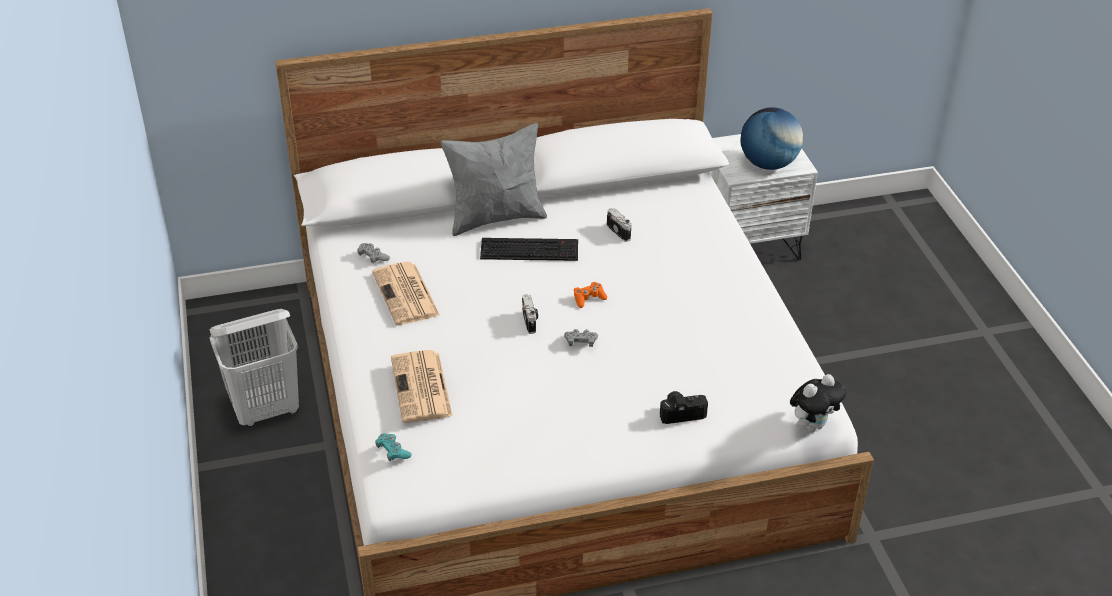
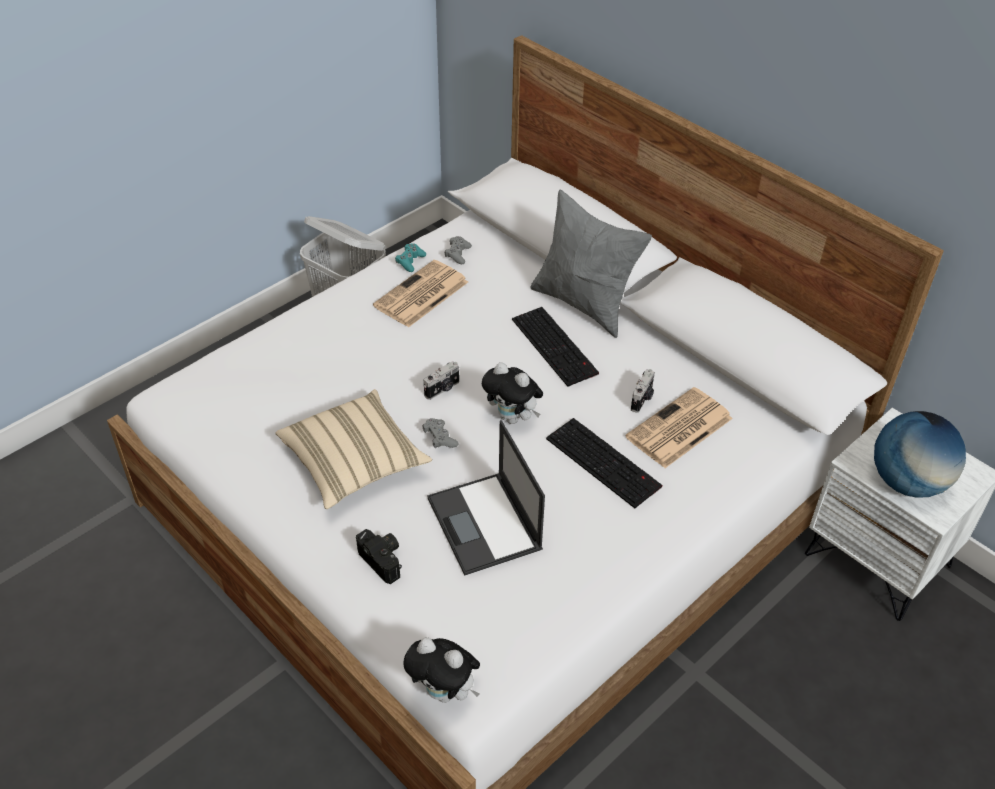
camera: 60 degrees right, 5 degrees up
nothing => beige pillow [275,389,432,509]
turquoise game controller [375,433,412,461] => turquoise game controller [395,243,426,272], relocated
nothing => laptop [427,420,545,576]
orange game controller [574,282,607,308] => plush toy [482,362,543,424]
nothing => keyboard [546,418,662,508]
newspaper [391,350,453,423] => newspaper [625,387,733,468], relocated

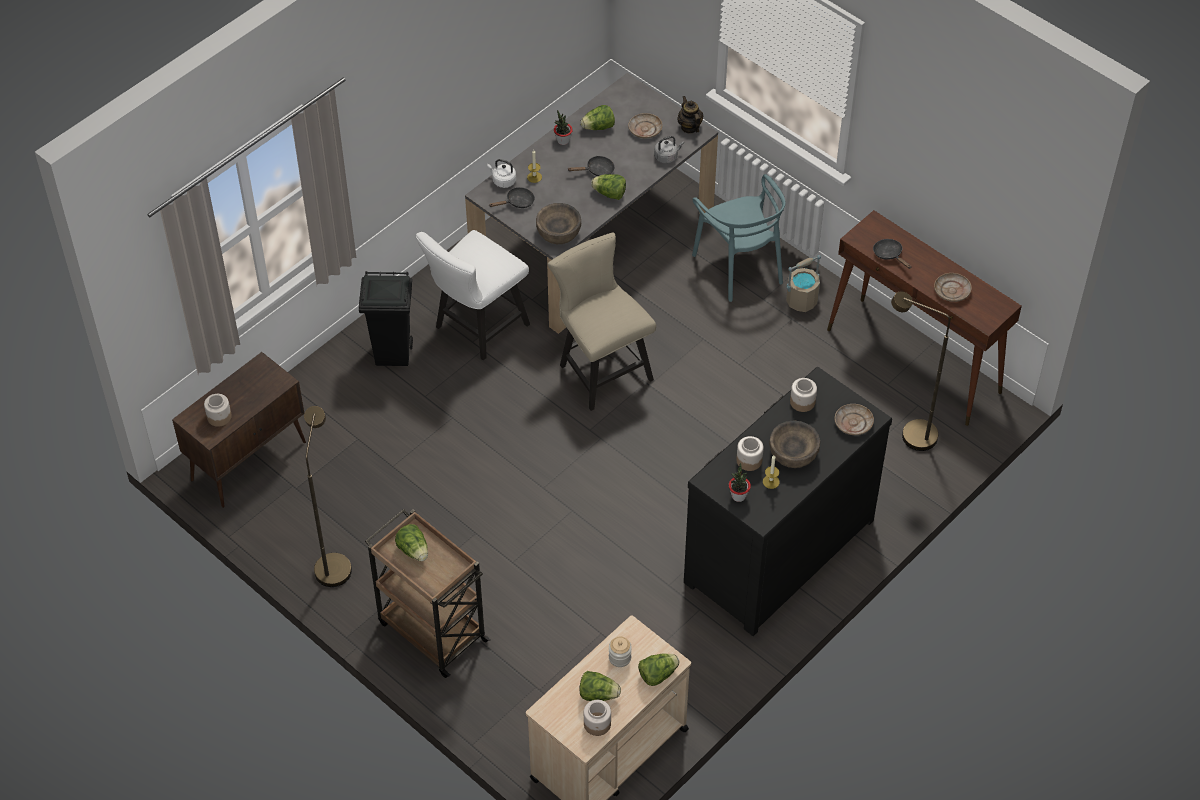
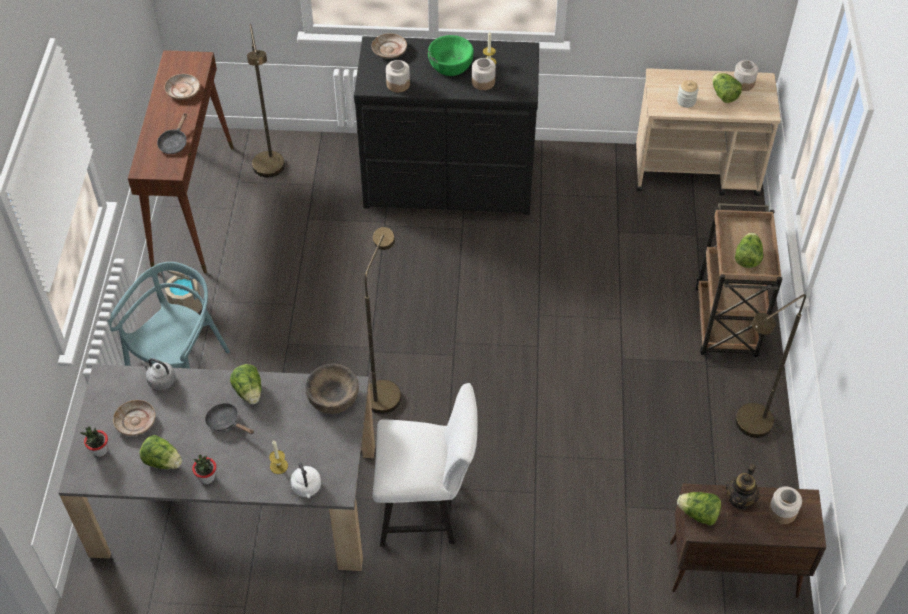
camera: 130 degrees left, 0 degrees up
potted plant [729,463,751,502] => potted plant [81,426,108,457], relocated
beige chair [548,233,656,411] => brown floor lamp [365,227,401,414]
brown bowl [769,420,820,468] => green bowl [428,35,474,76]
lettuce [638,653,680,686] => lettuce [677,492,721,526], relocated
teapot [677,96,703,133] => teapot [726,464,760,509], relocated
black trash can [359,272,413,366] => nothing
black frying pan [489,187,535,208] => nothing

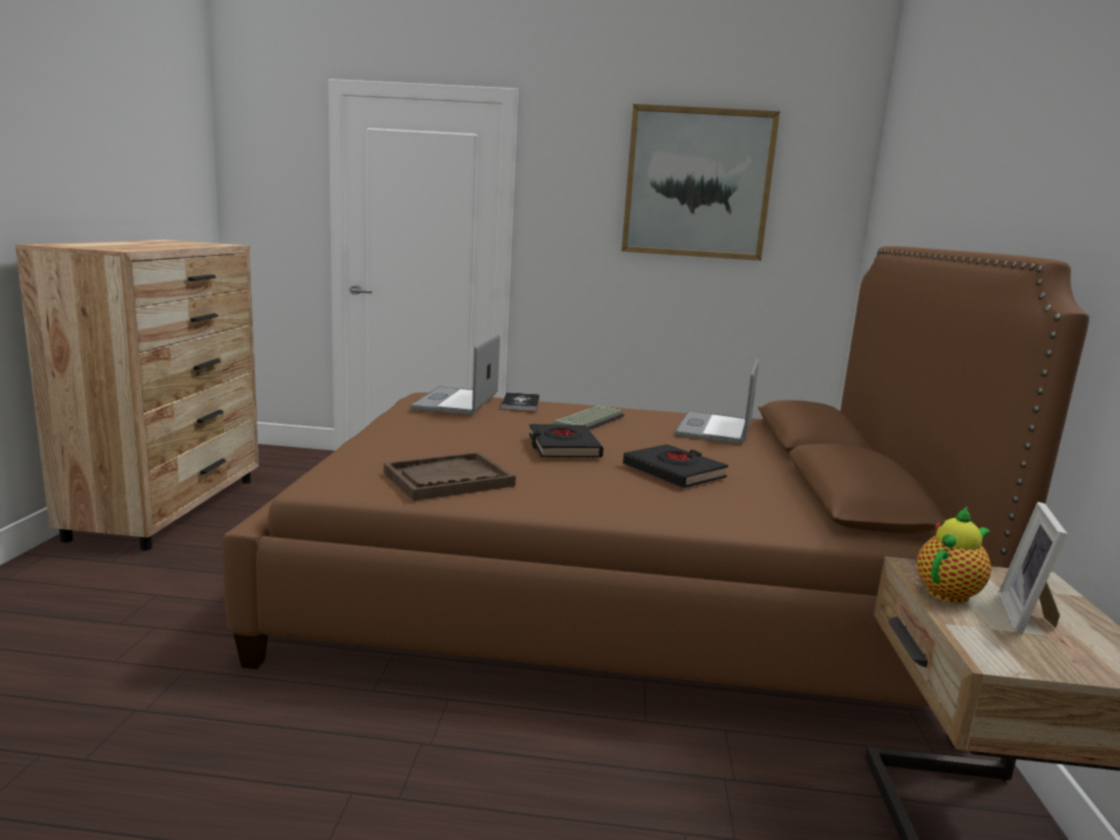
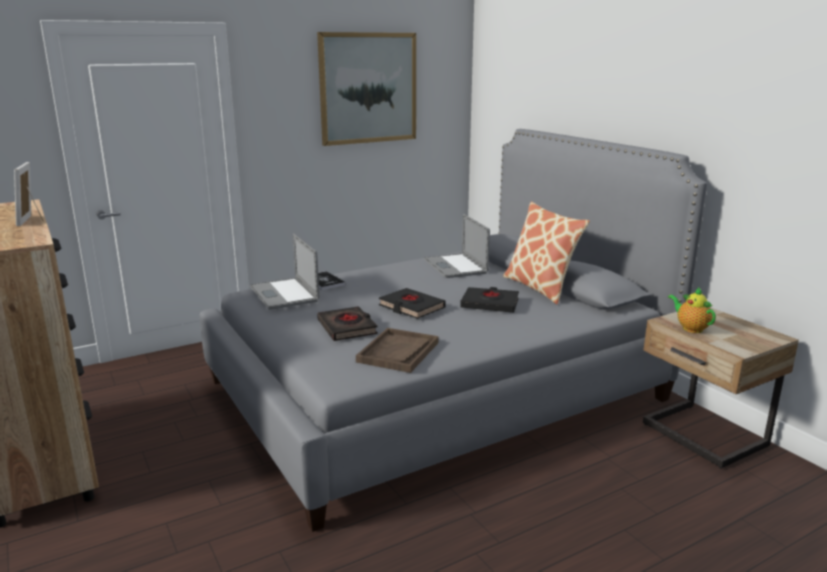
camera: 35 degrees left, 5 degrees up
picture frame [998,502,1068,634] => picture frame [14,162,43,226], relocated
brown bed [222,246,1089,748] => grey bed [199,129,708,532]
nothing => black book [317,306,378,341]
nothing => pillow [503,202,590,305]
teapot [917,506,991,603] => teapot [668,287,716,333], 45 degrees counterclockwise
keyboard [553,405,624,430] => nothing

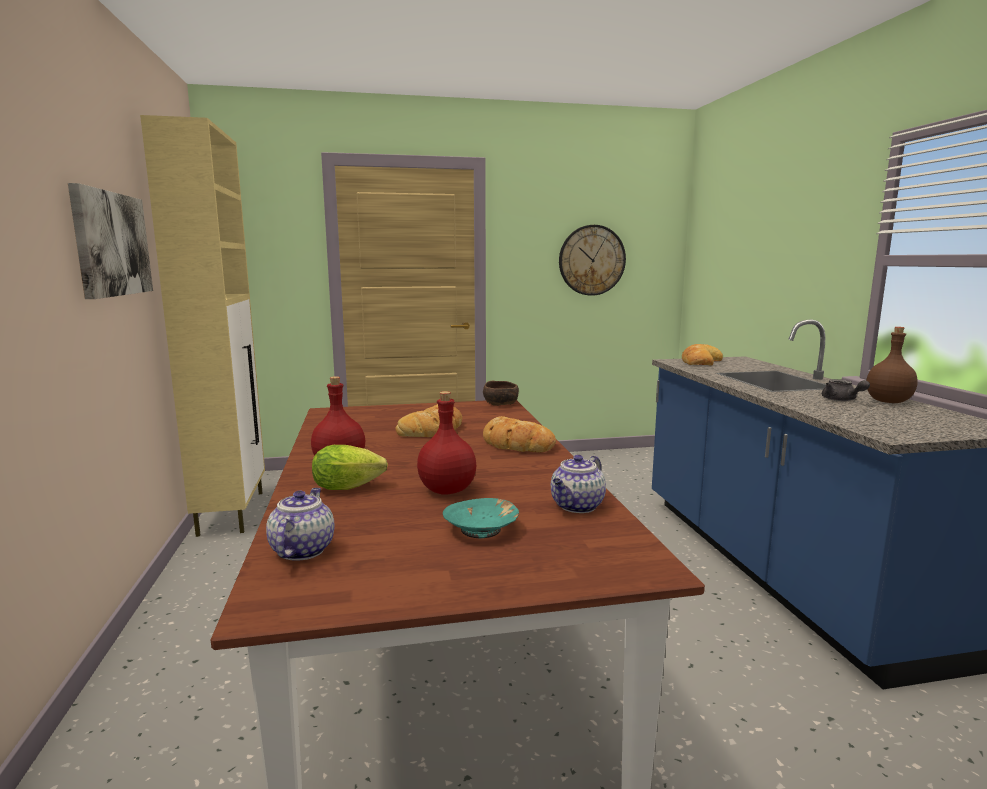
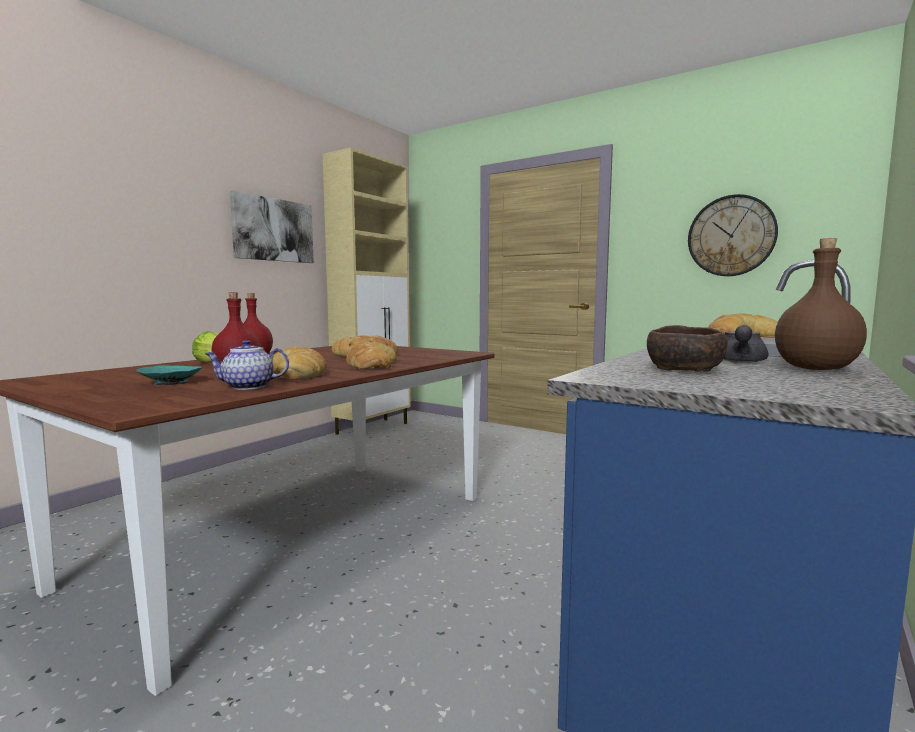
camera: 45 degrees right, 5 degrees down
nothing => bread [273,346,327,380]
brown bowl [483,381,519,406] => brown bowl [647,325,728,372], relocated
teapot [266,488,335,561] => nothing

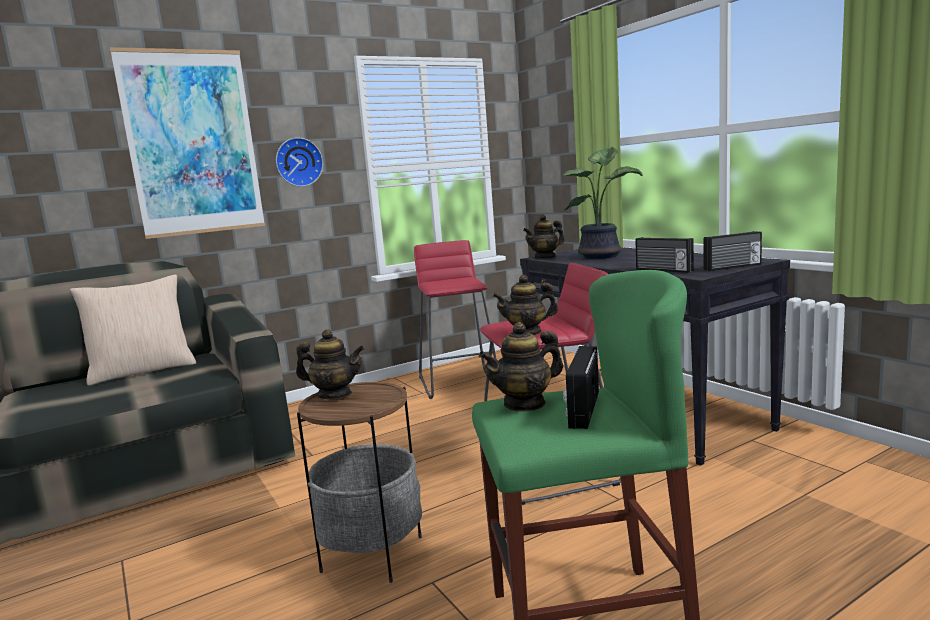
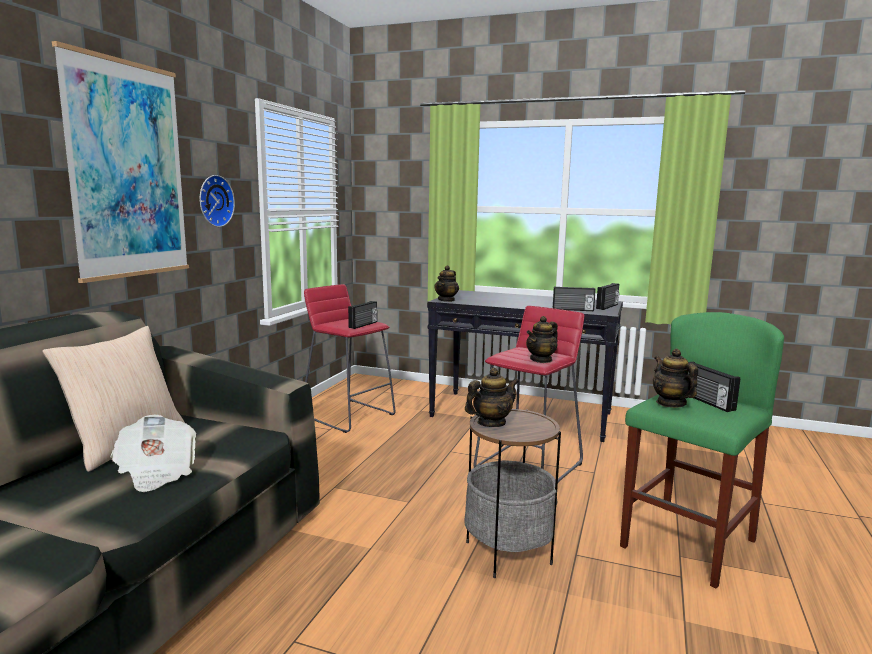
camera: 40 degrees left, 0 degrees up
nothing => newspaper [110,415,196,492]
nothing => radio [348,301,377,329]
teapot [479,322,563,412] => teapot [653,349,698,408], 135 degrees clockwise
potted plant [564,147,643,259] => nothing

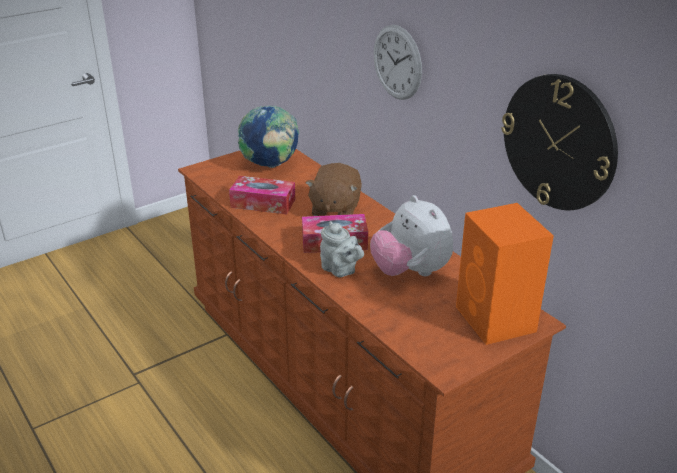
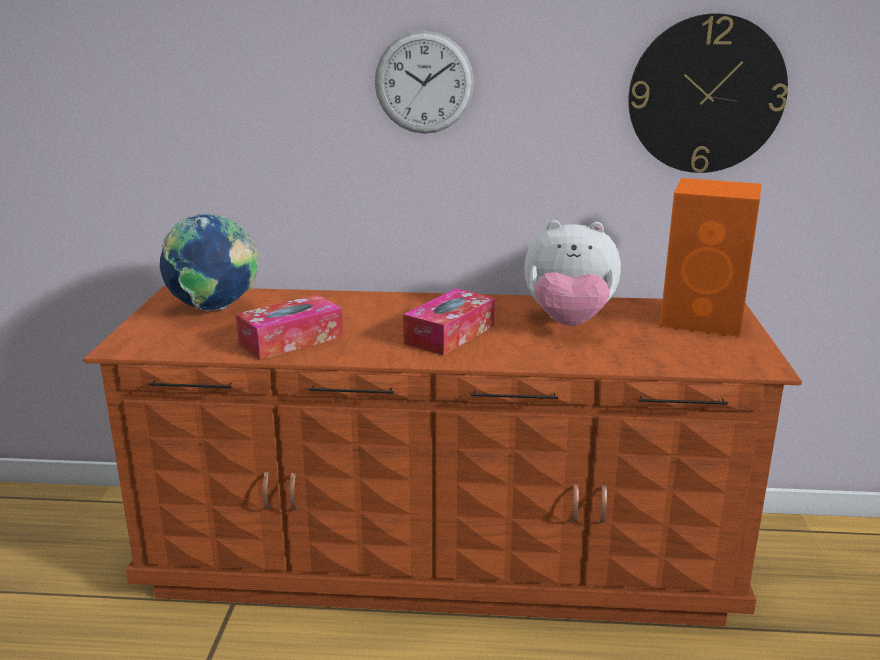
camera: 50 degrees left, 10 degrees down
brown plush toy [305,163,362,216] => nothing
grey teapot [320,221,364,277] => nothing

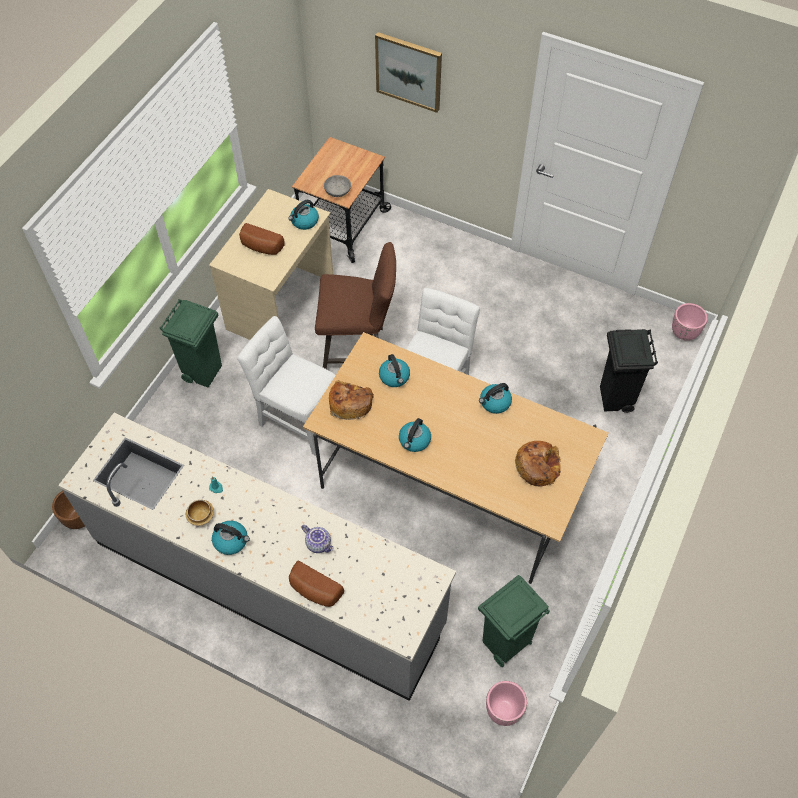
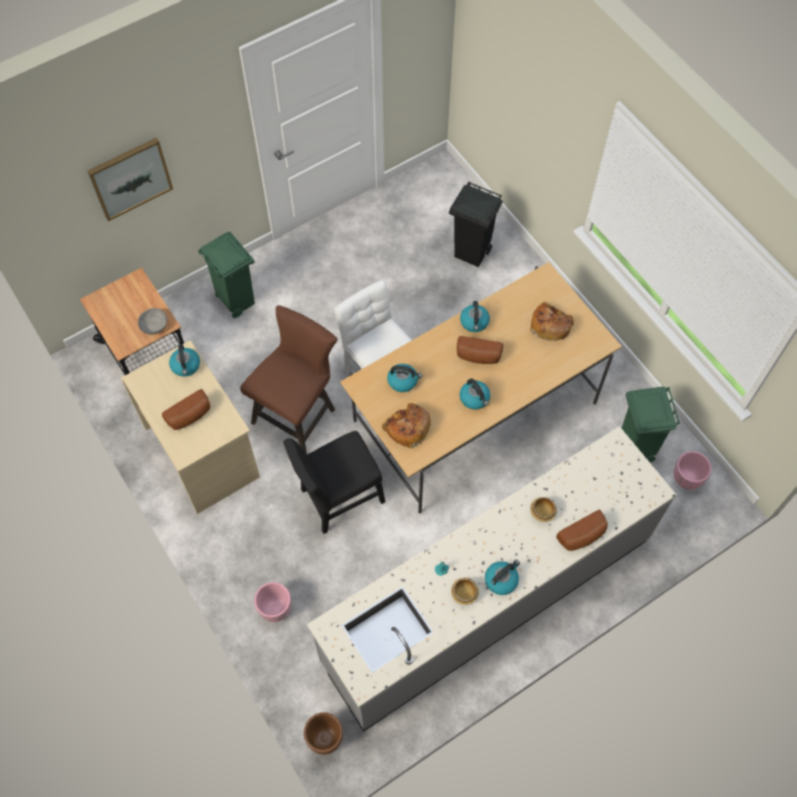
camera: 60 degrees left, 5 degrees up
green trash can [160,299,222,388] => green trash can [198,232,255,318], relocated
pink planter [672,303,708,341] => pink planter [254,582,291,622], relocated
white chair [237,316,336,456] => black chair [283,431,385,534]
nothing => bread [457,336,503,364]
teapot [301,525,334,553] => bowl [530,497,557,522]

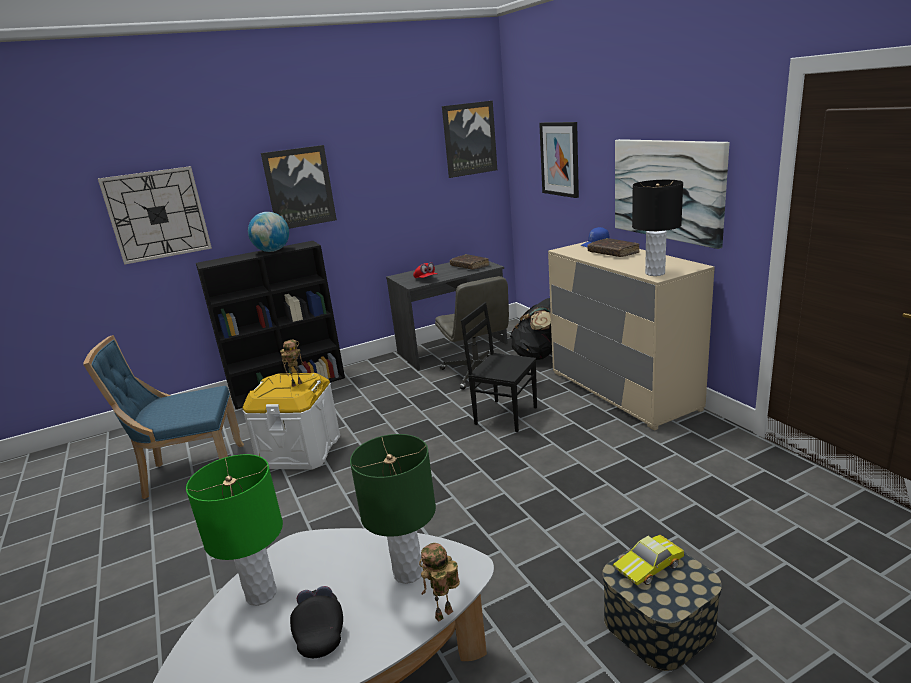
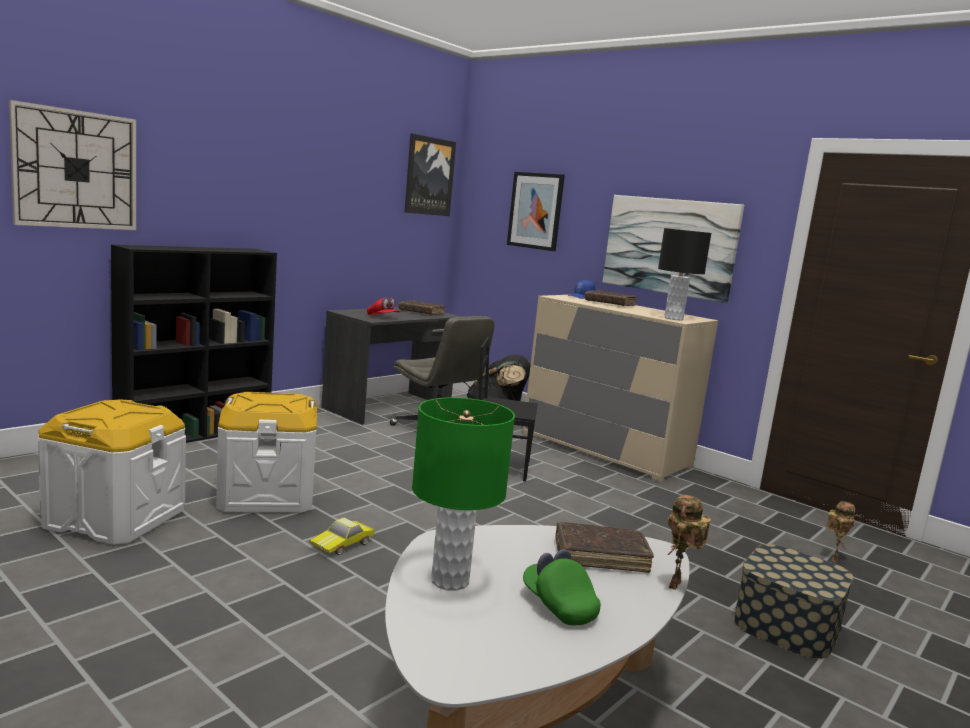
camera: 25 degrees left, 10 degrees down
blue chair [83,335,244,499] => white storage box [38,399,186,545]
toy car [613,535,684,585] => toy car [309,517,374,555], relocated
black cap [290,586,343,658] => green cap [523,549,601,625]
green table lamp [350,434,436,584] => brown book [555,522,654,573]
toy robot [280,340,304,387] => toy robot [826,501,855,562], relocated
globe [248,212,289,252] => nothing
picture [261,145,337,229] => nothing

